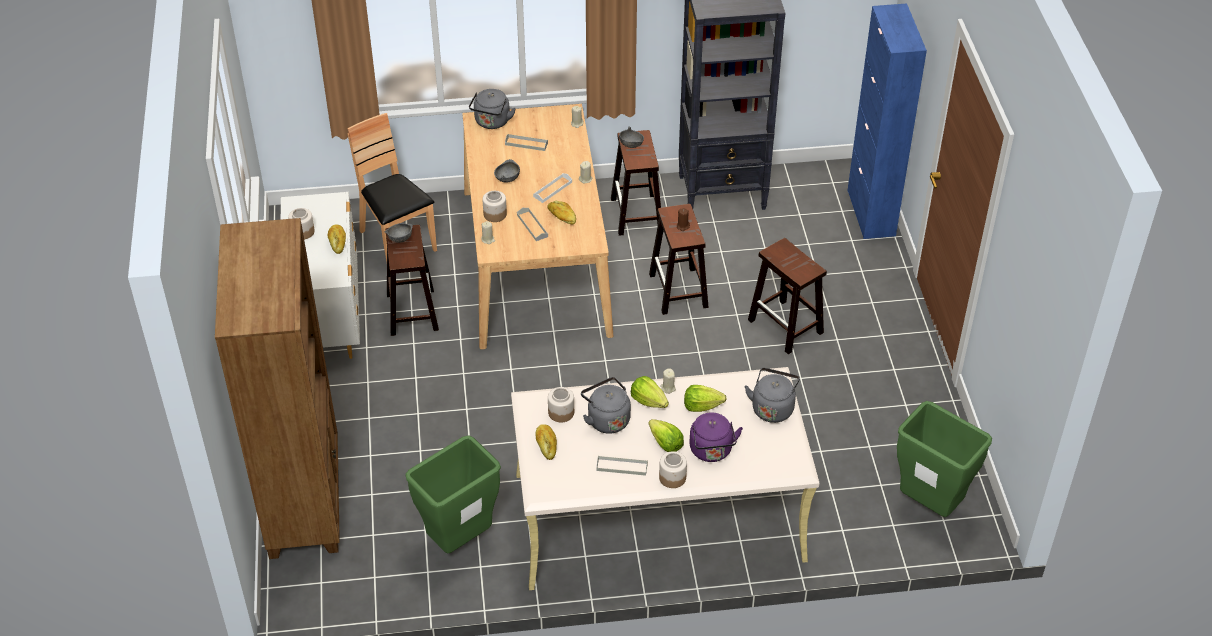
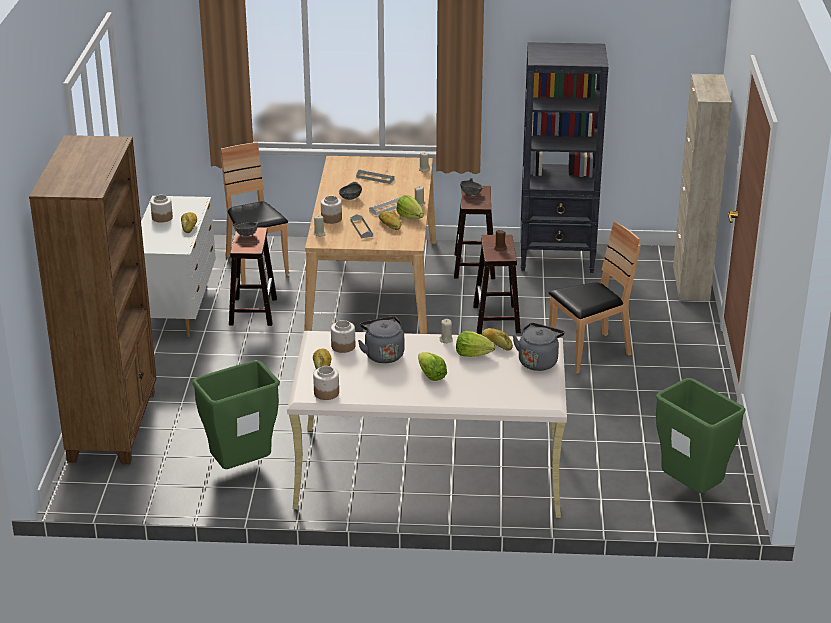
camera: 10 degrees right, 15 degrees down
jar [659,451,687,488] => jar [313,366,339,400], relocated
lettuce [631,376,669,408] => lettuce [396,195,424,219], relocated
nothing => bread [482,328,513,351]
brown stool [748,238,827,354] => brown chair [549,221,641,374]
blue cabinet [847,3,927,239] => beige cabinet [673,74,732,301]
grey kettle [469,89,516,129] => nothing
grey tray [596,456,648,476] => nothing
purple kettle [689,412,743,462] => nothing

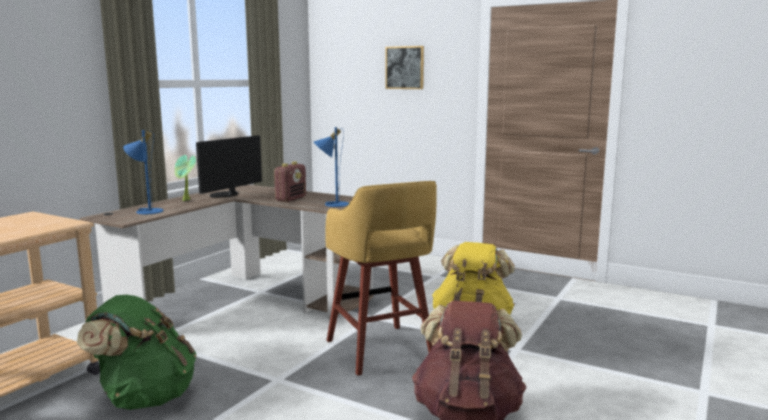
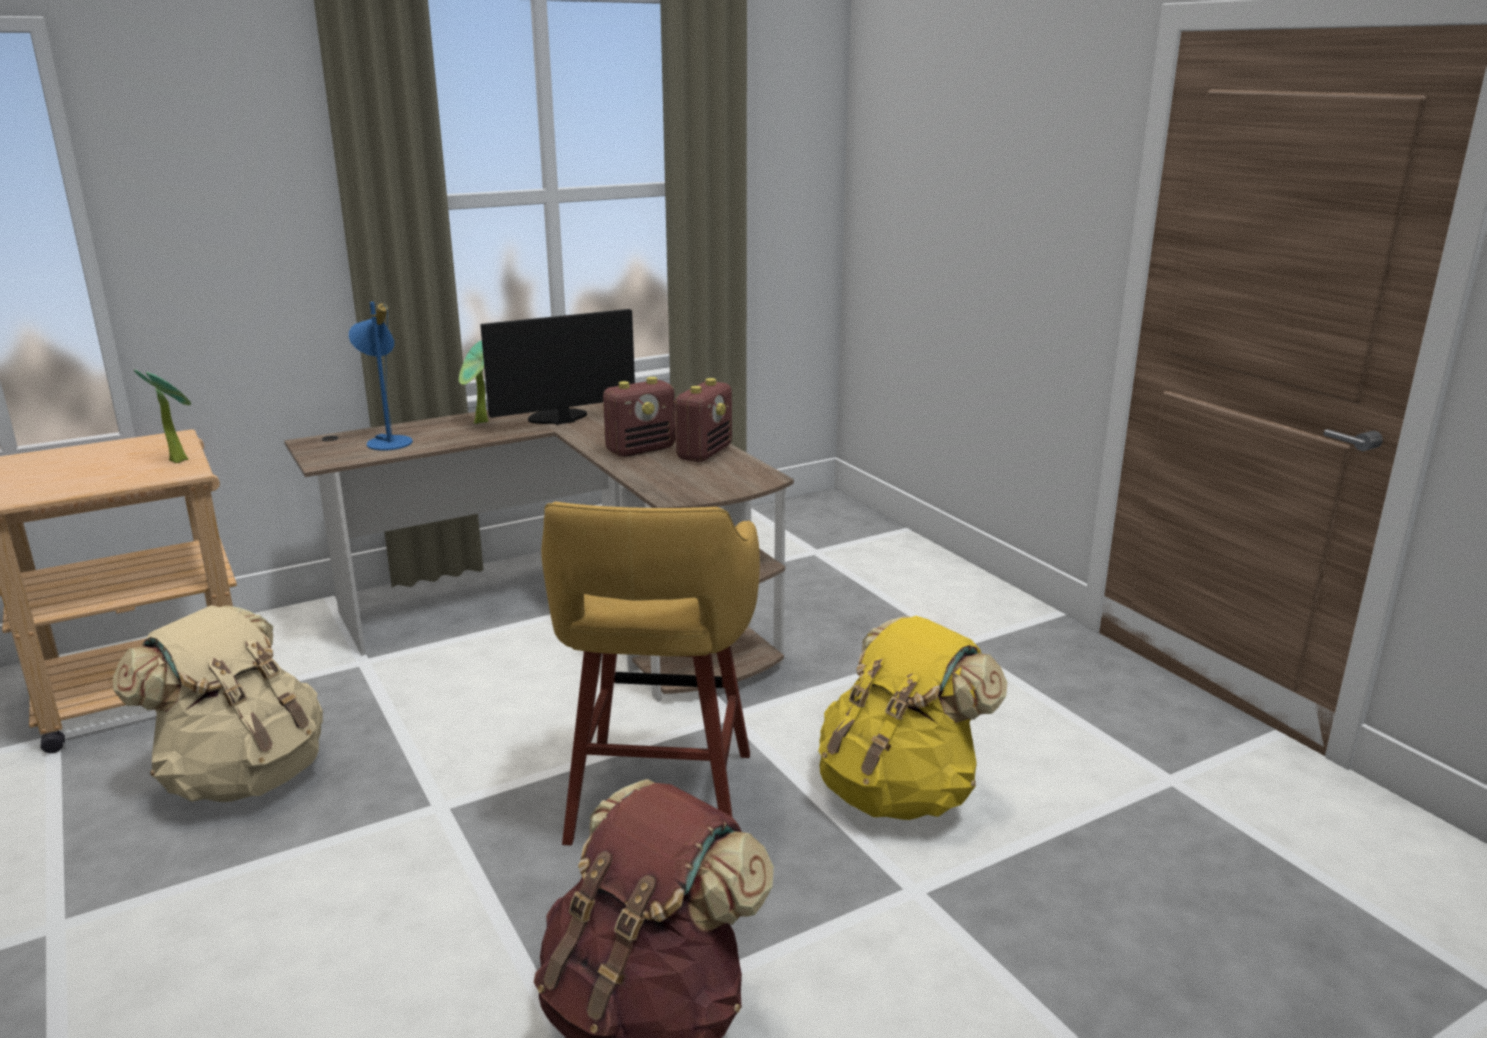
camera: 30 degrees right, 10 degrees up
green backpack [77,295,196,410] => beige backpack [113,605,323,802]
nothing => potted plant [134,370,191,463]
nothing => radio [674,378,732,462]
blue table lamp [314,127,349,207] => nothing
picture [386,46,424,89] => nothing

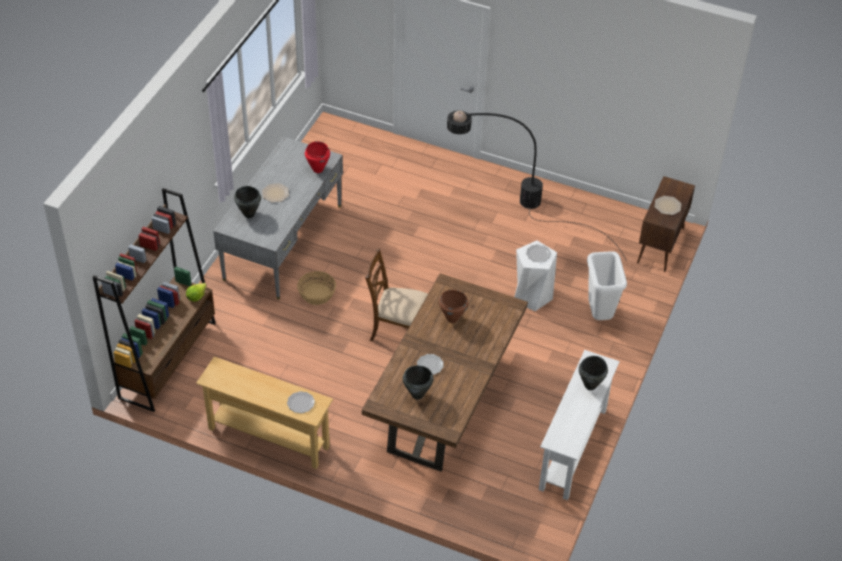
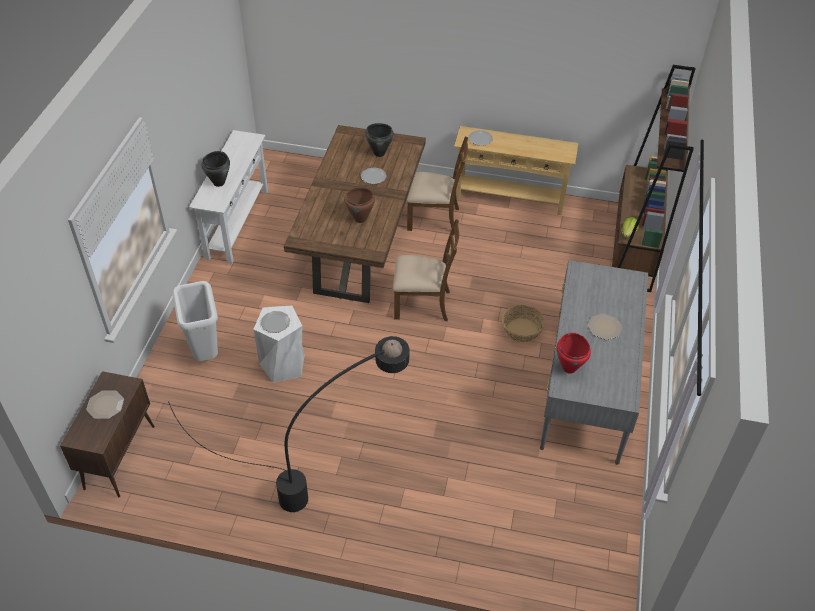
camera: 170 degrees right, 0 degrees up
nothing => brown chair [406,136,468,231]
black cooking pot [234,186,261,218] => nothing

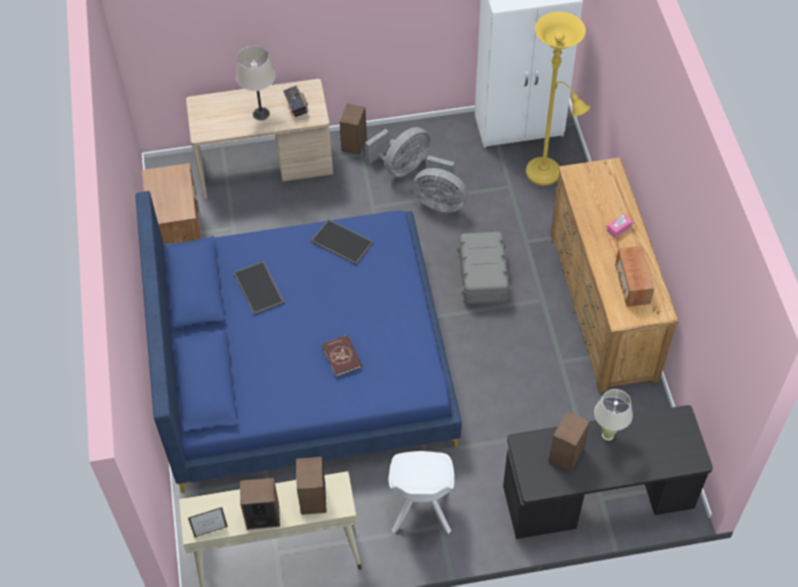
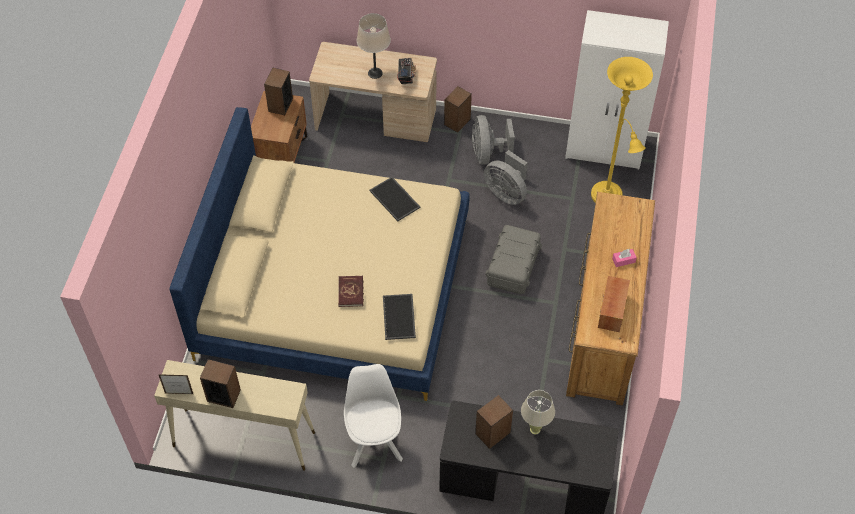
camera: 20 degrees right, 0 degrees up
blue bed [136,191,462,493] => beige bed [169,107,470,401]
speaker [296,457,327,515] => speaker [264,67,293,115], relocated
white chair [389,451,454,534] => white chair [344,364,403,468], 150 degrees clockwise
tray [233,261,285,315] => tray [383,294,416,340], relocated
grey fan [365,127,430,177] => grey fan [472,115,515,165], 105 degrees clockwise

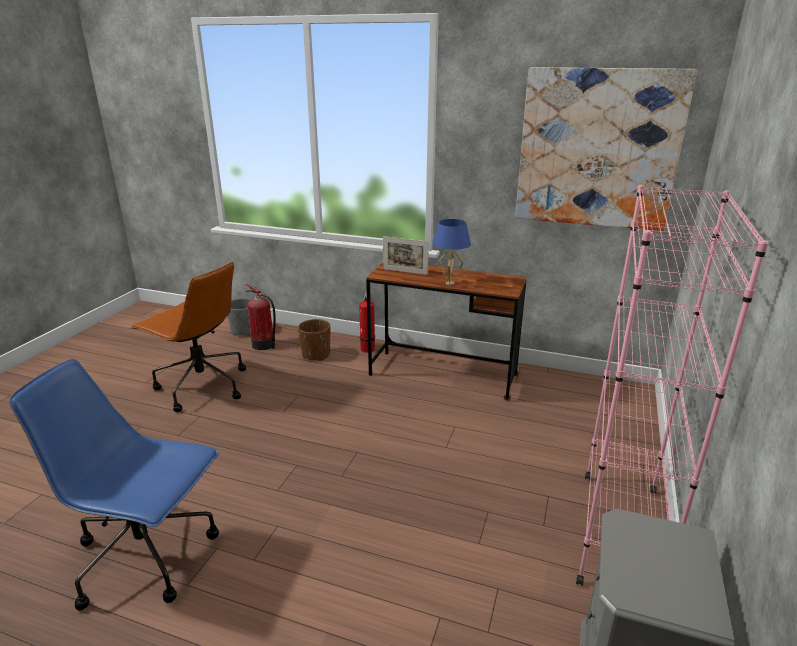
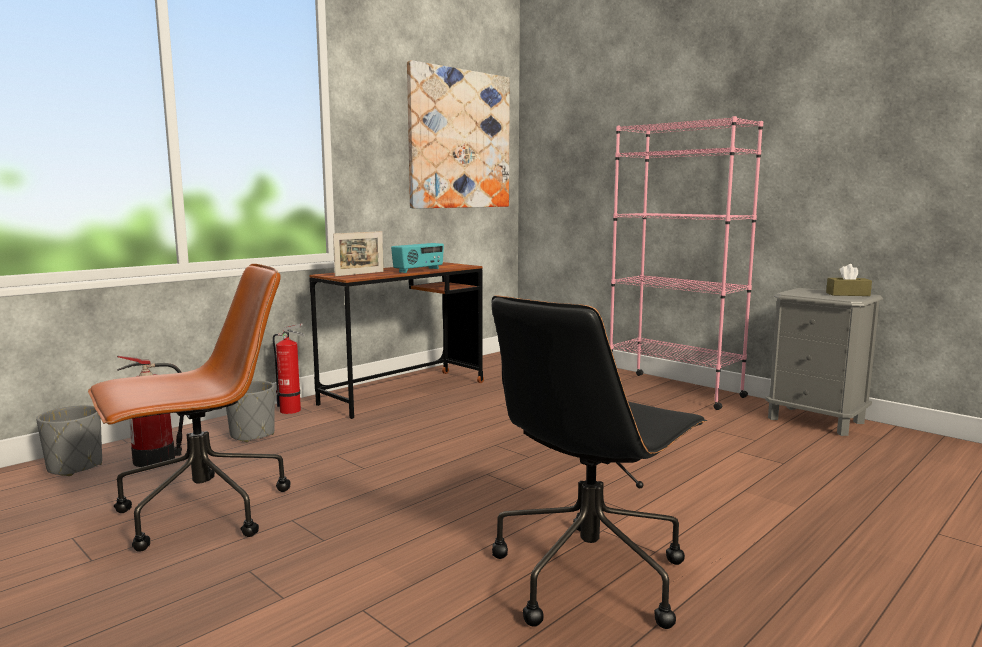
camera: 65 degrees left, 15 degrees down
brown planter [298,319,330,361] => grey planter [226,381,275,442]
blue table lamp [433,219,471,285] => radio [391,243,444,273]
blue office chair [9,359,219,611] => black office chair [492,295,707,629]
nothing => brown tissue box [826,264,872,296]

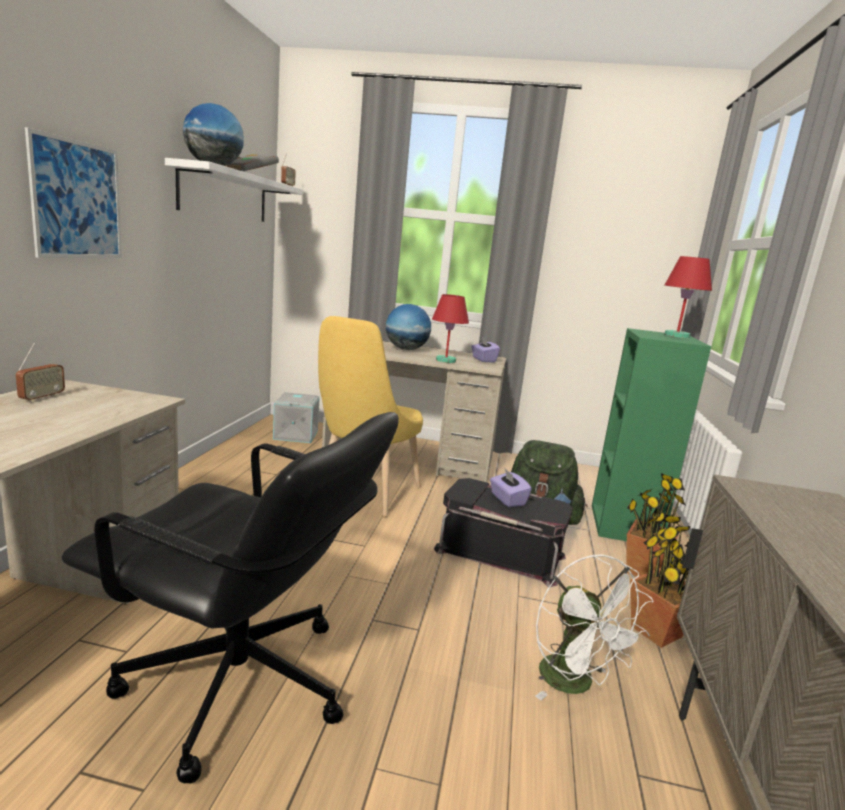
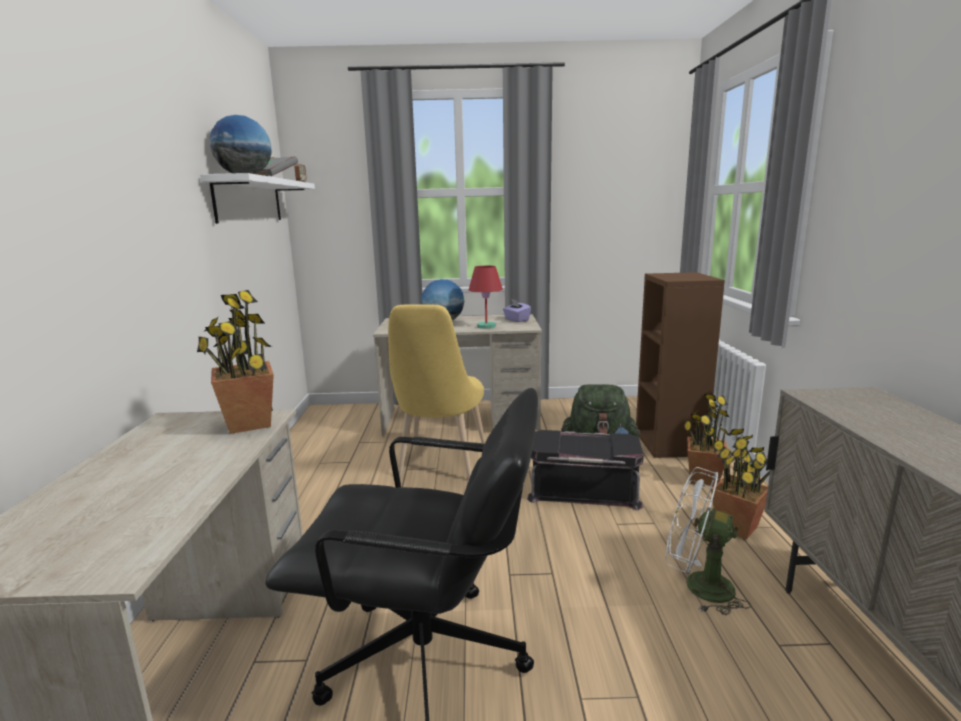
camera: 10 degrees left, 0 degrees up
nothing => potted plant [197,290,274,434]
green bookcase [592,328,711,541] => brown bookcase [636,272,725,458]
white fan [535,554,653,700] => white fan [666,467,751,615], 150 degrees clockwise
radio [16,343,65,402] => nothing
picture [25,127,122,258] => nothing
grey storage box [273,392,320,443] => nothing
purple tissue box [490,469,532,507] => nothing
red table lamp [665,256,712,338] => nothing

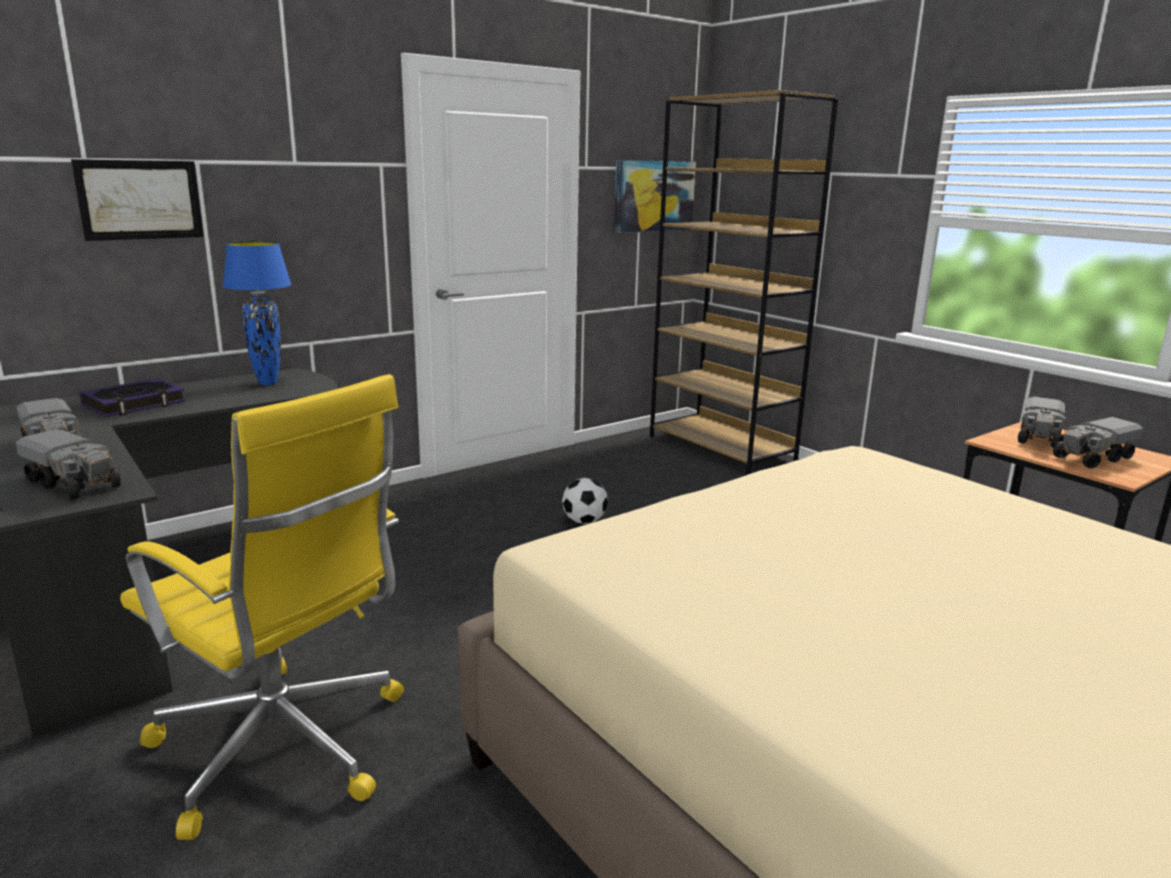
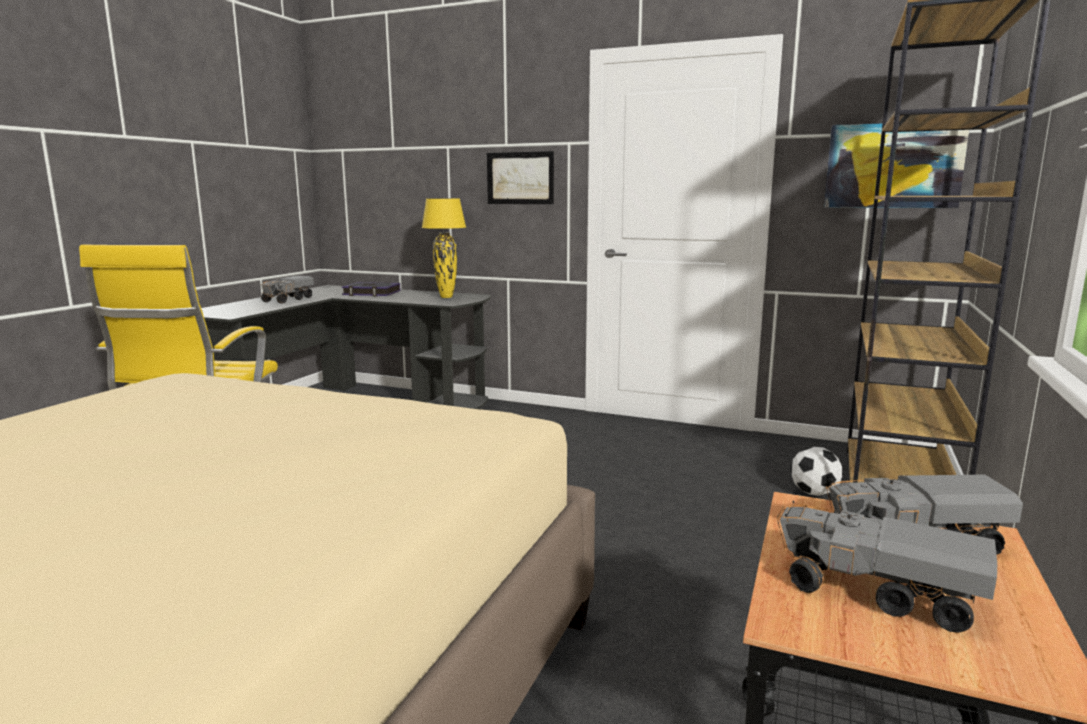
camera: 60 degrees right, 5 degrees down
blue table lamp [223,241,291,385] => yellow table lamp [422,198,466,298]
picture [71,159,204,241] => picture [487,151,554,204], relocated
football [562,478,608,524] => football [790,447,843,496], relocated
toy truck [15,429,121,500] => nothing

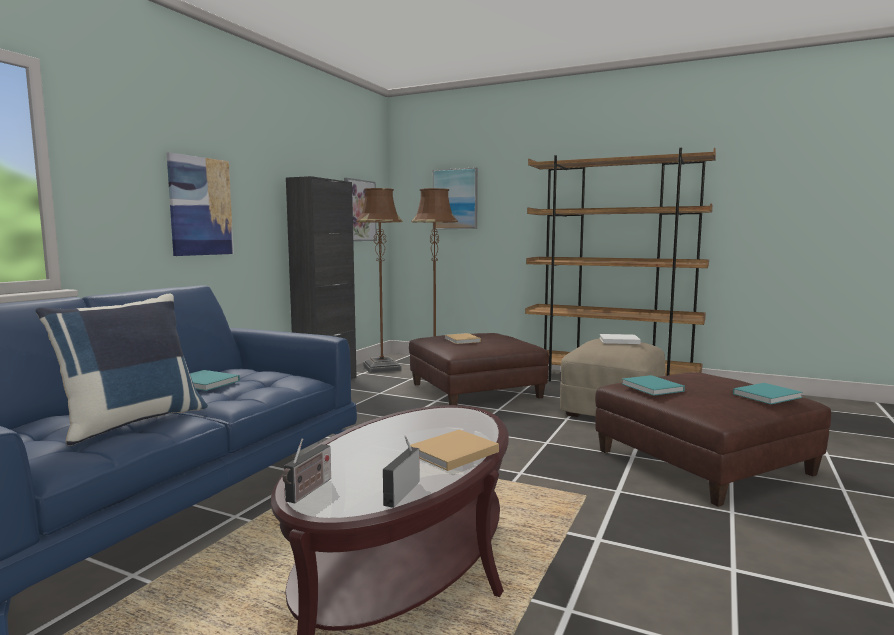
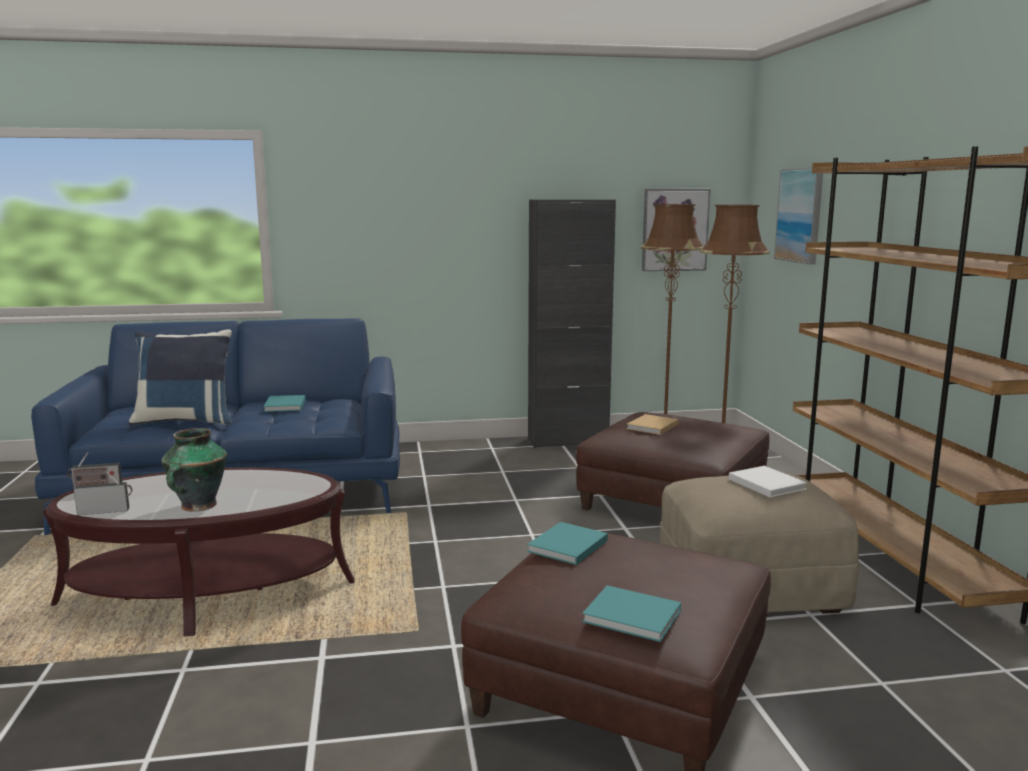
camera: 55 degrees right, 5 degrees up
beige book [410,430,499,471] => vase [161,428,227,512]
picture [167,152,234,256] => nothing

